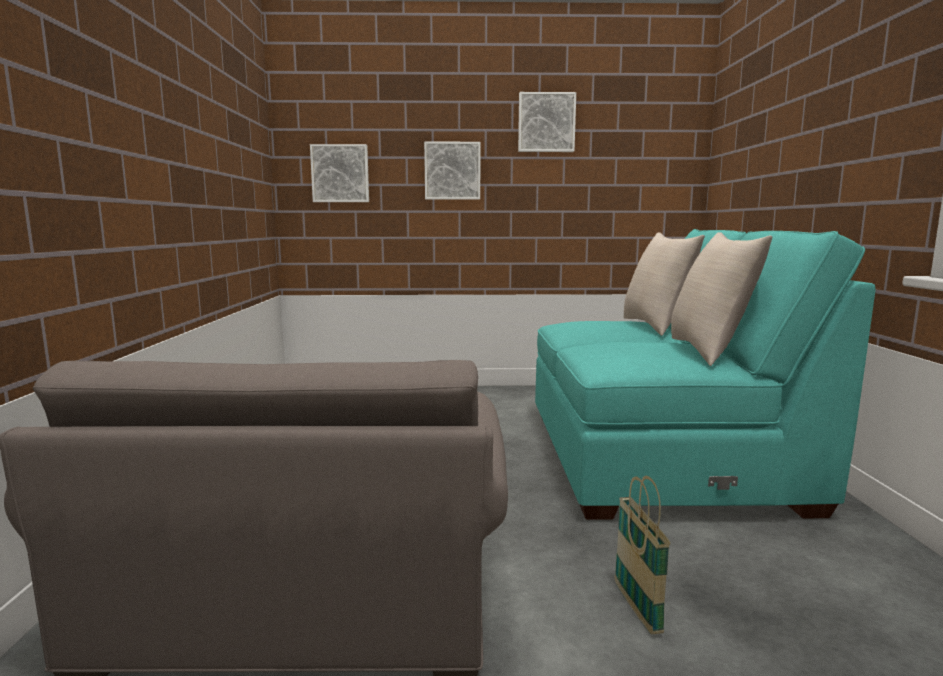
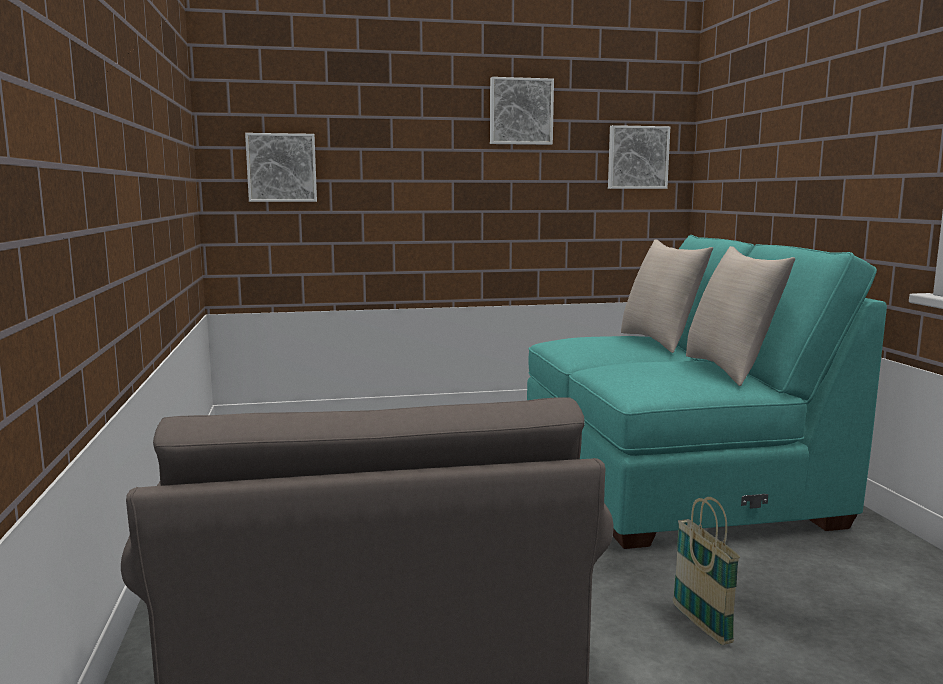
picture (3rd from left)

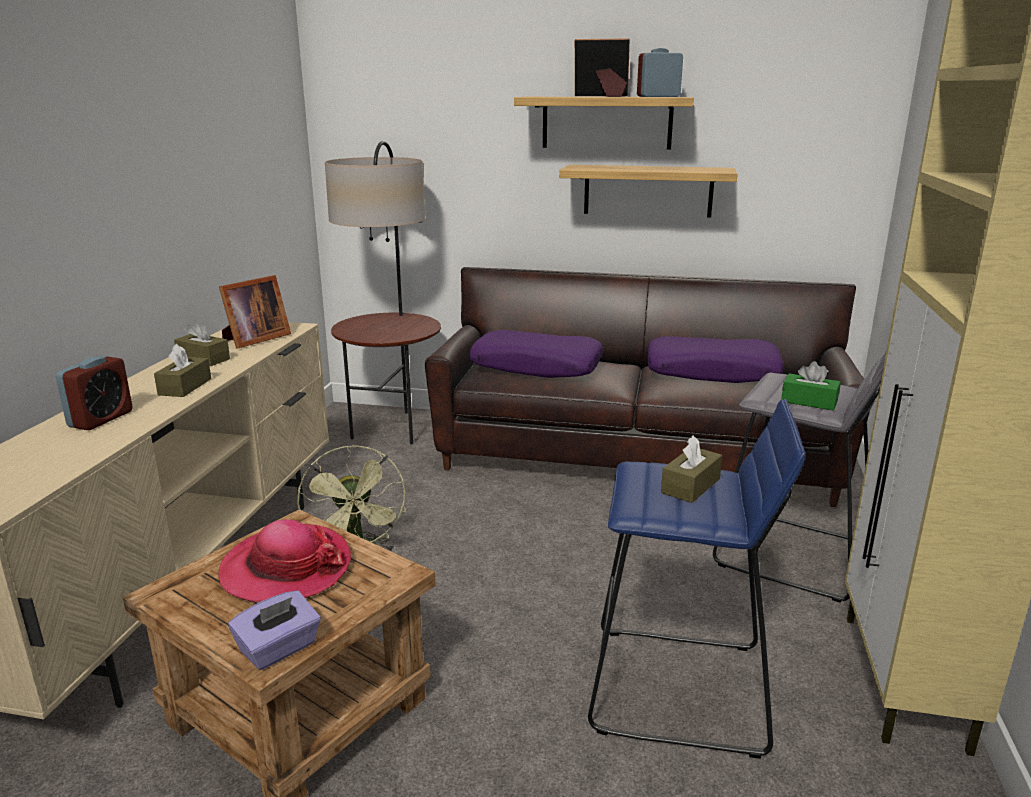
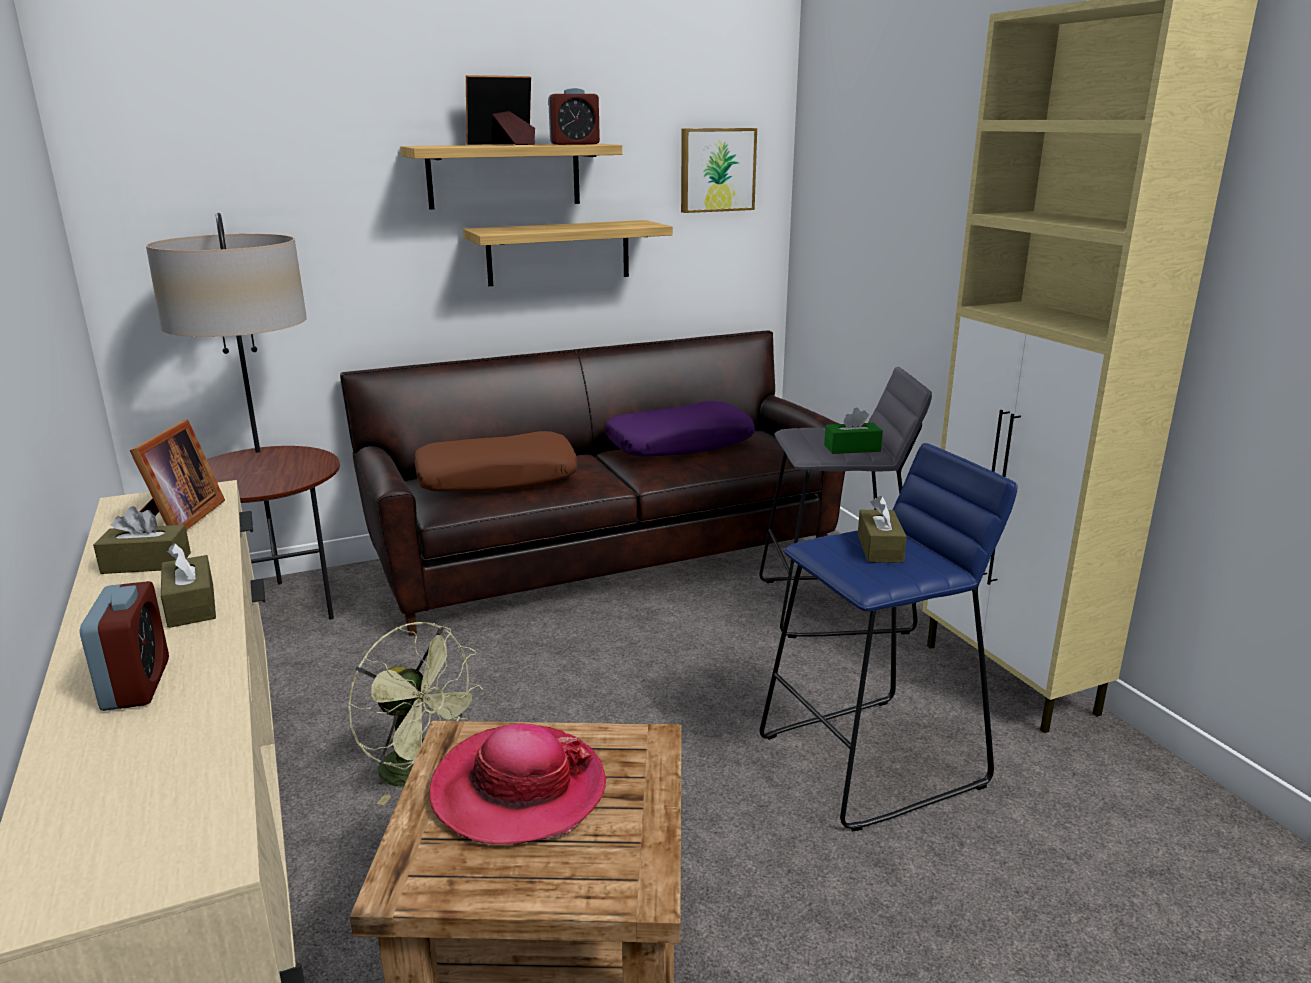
alarm clock (2nd from left); pillow/brown; tissue box/purple; picture

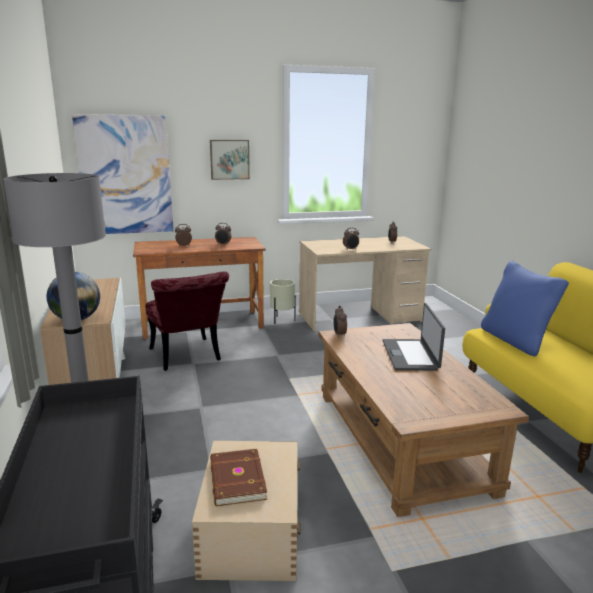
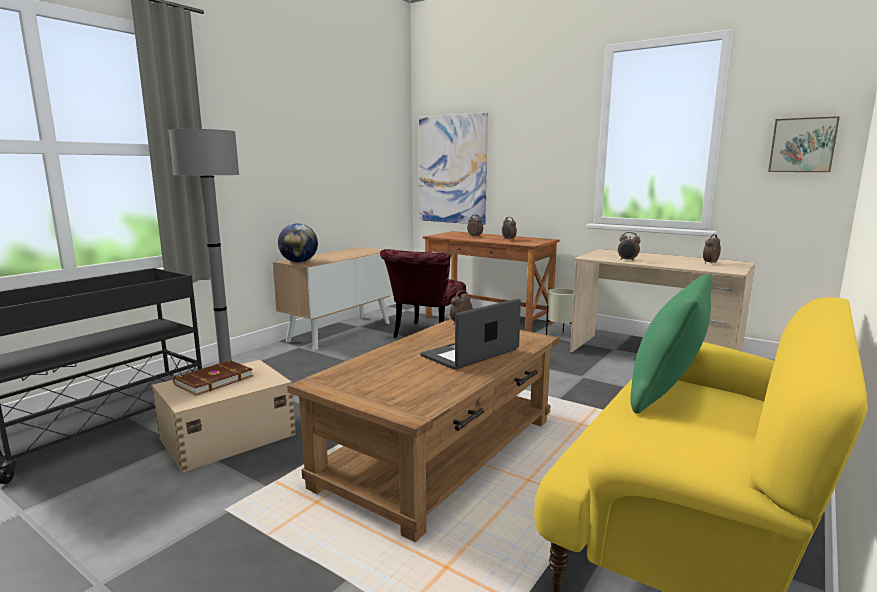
picture (2nd from left); pillow/green

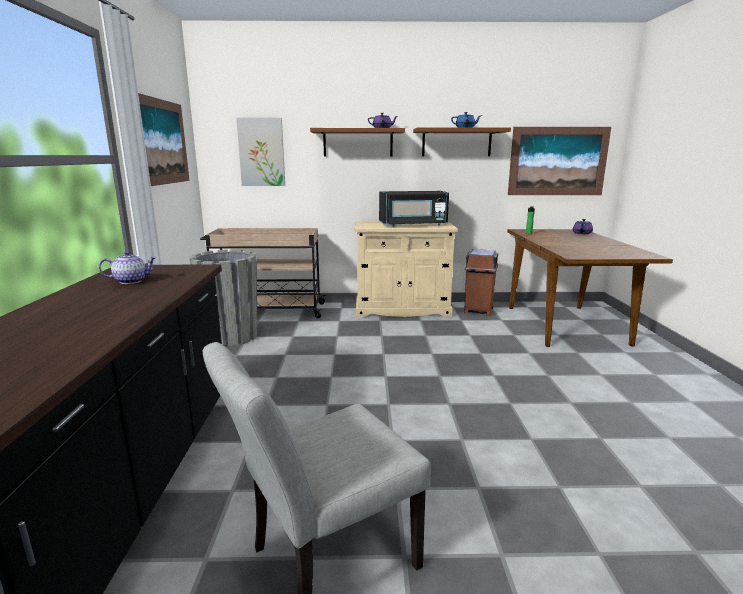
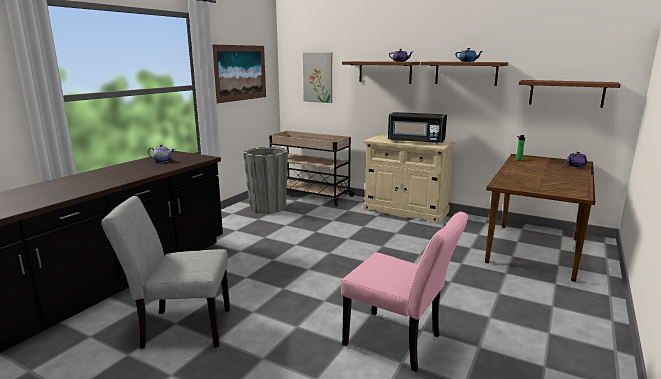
shelf/brown (3rd from left); trash can/brown; chair/pink

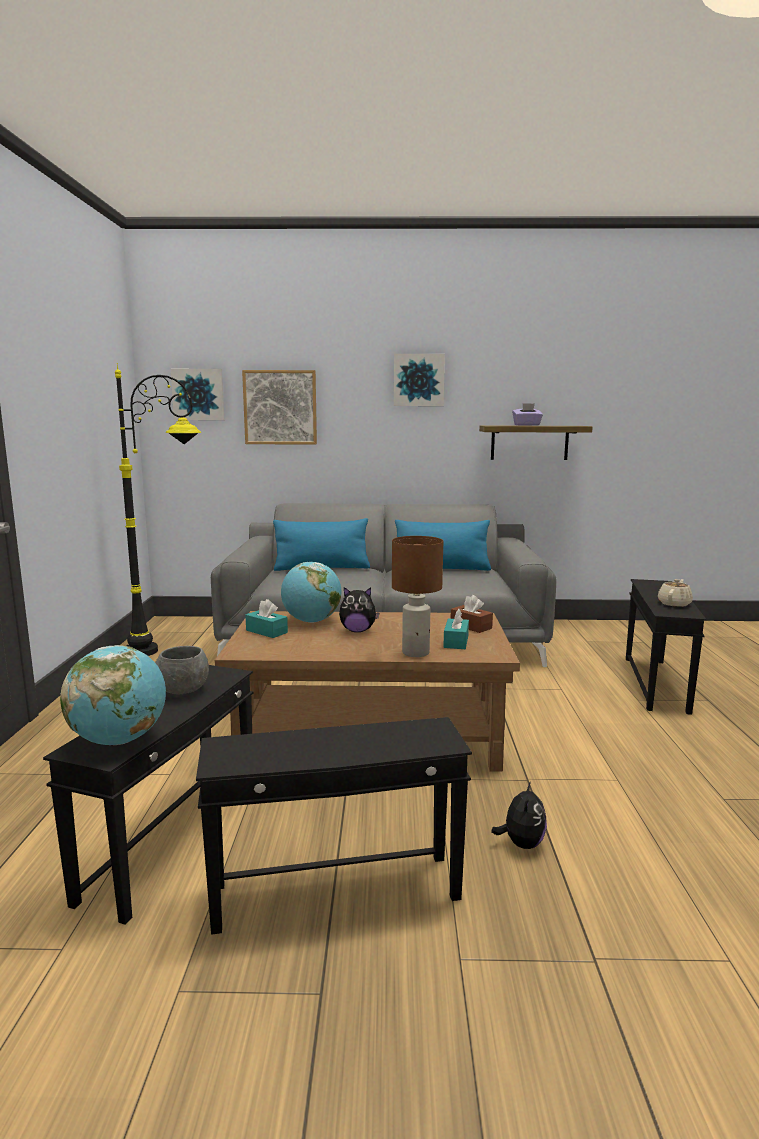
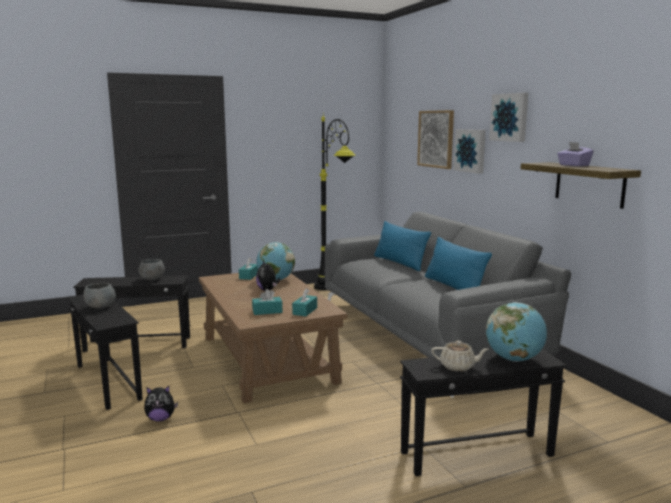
picture (2nd from left); table lamp/brown; tissue box/turquoise (3rd from left); globe (2nd from left); bowl/grey (1st from left)

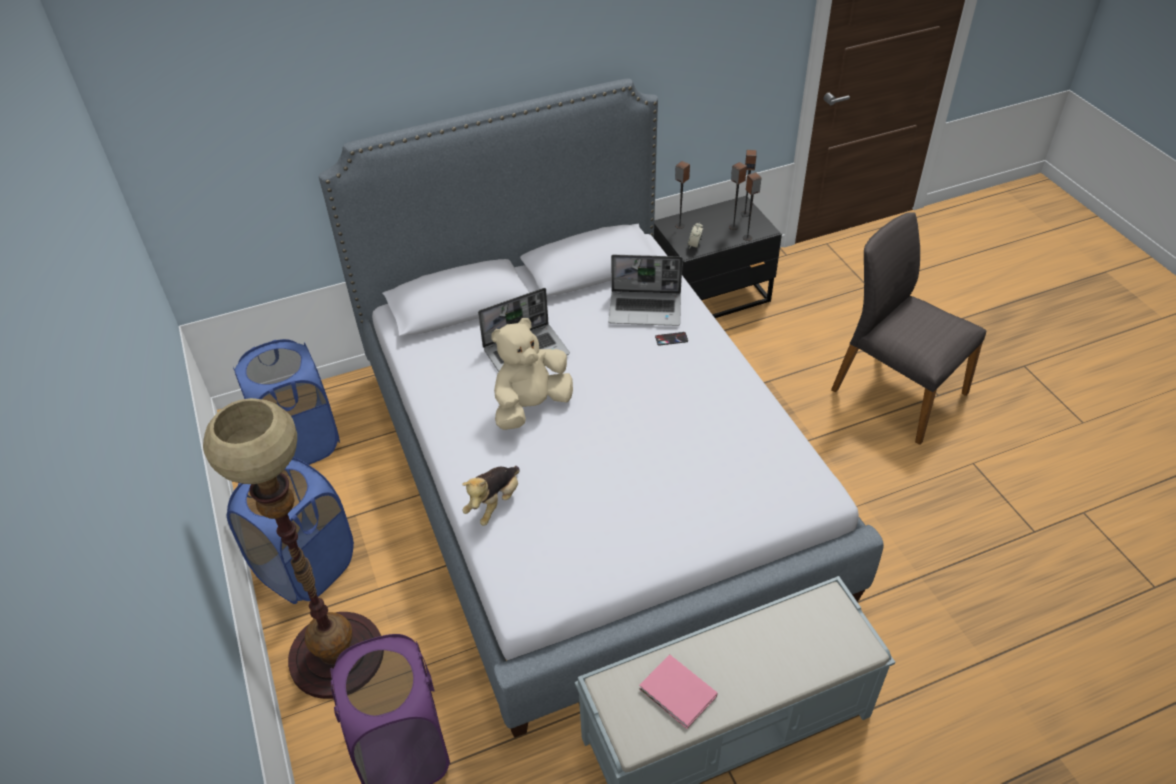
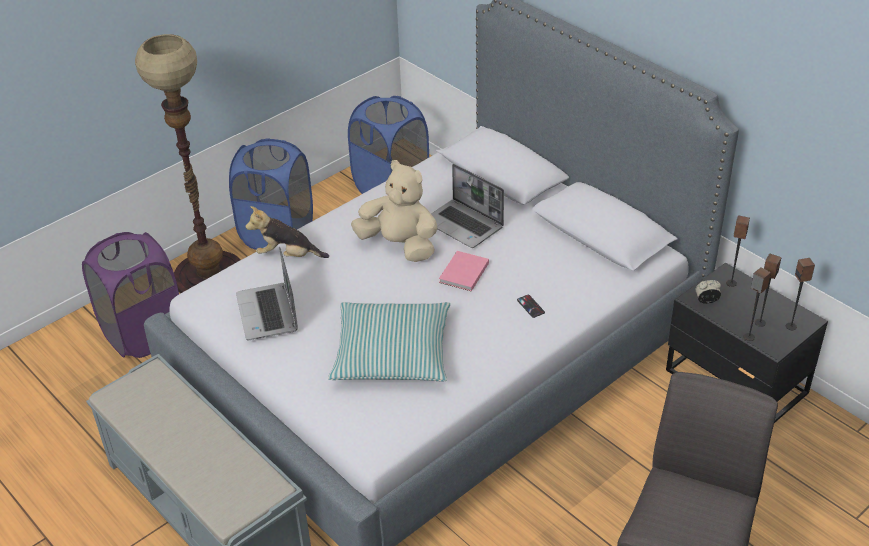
laptop (1st from left); book/pink; pillow

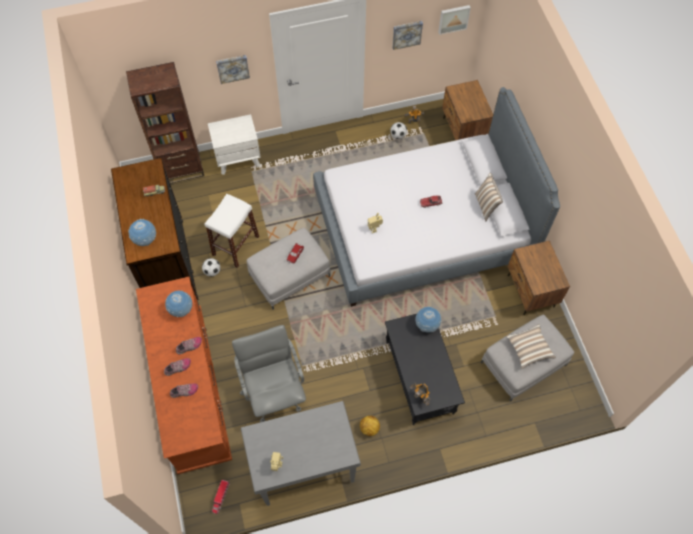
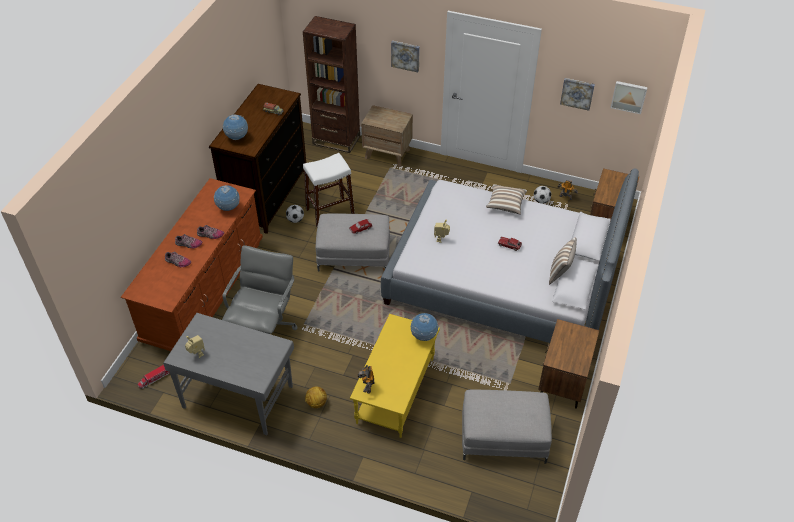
nightstand/brown (1st from left); coffee table/yellow; pillow (1st from left)

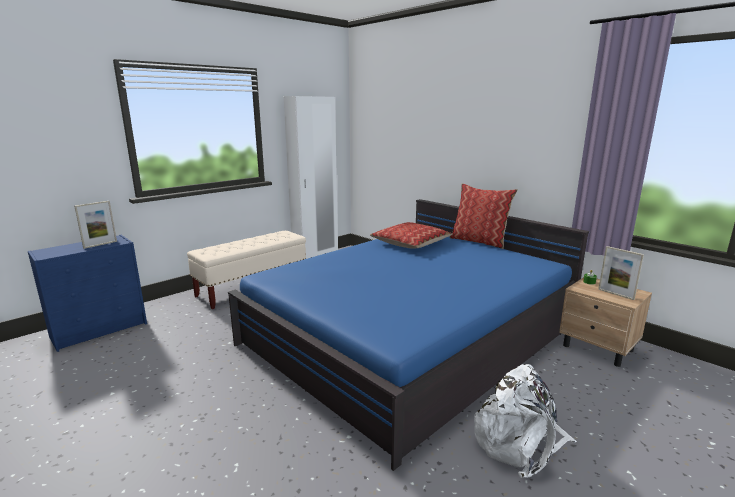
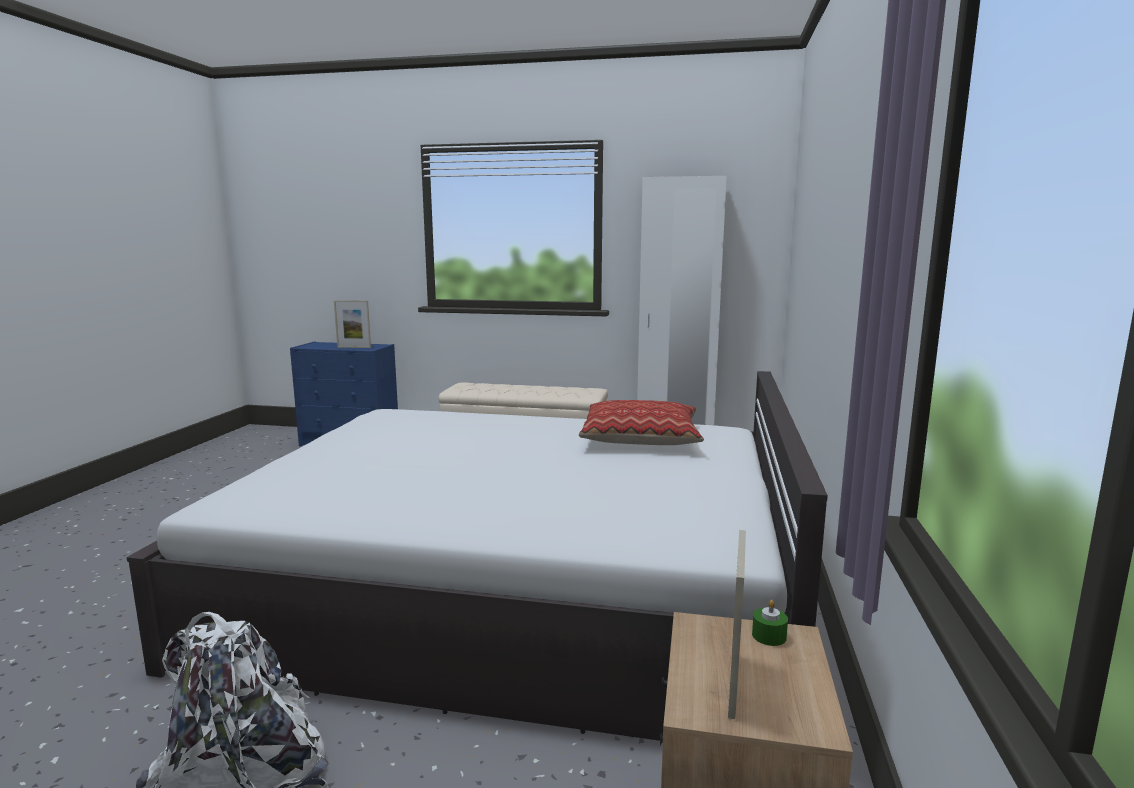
pillow (2nd from left in the first image); bed/white

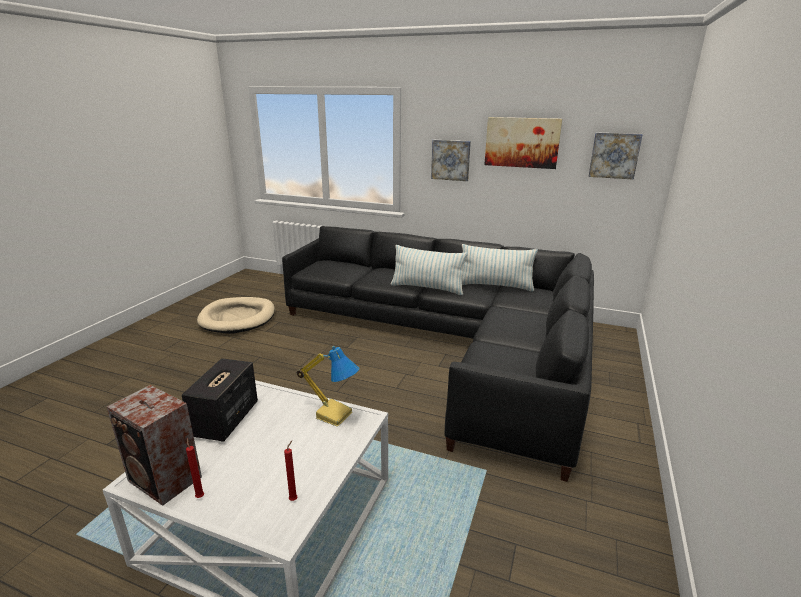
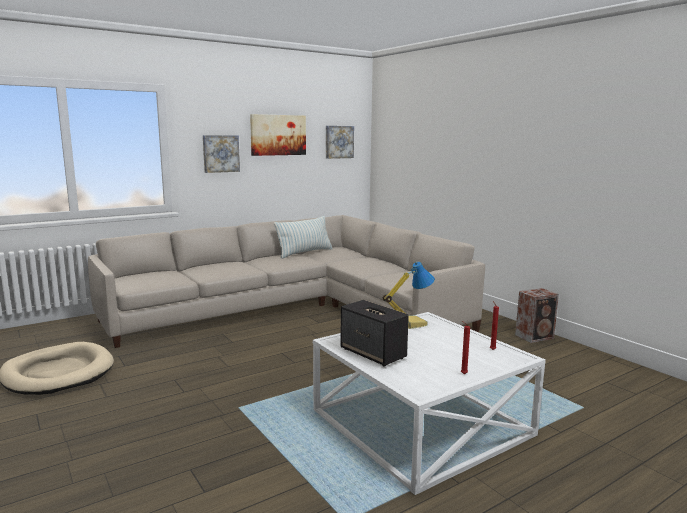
sofa/beige; pillow (1st from left in the first image); speaker (2nd from left)

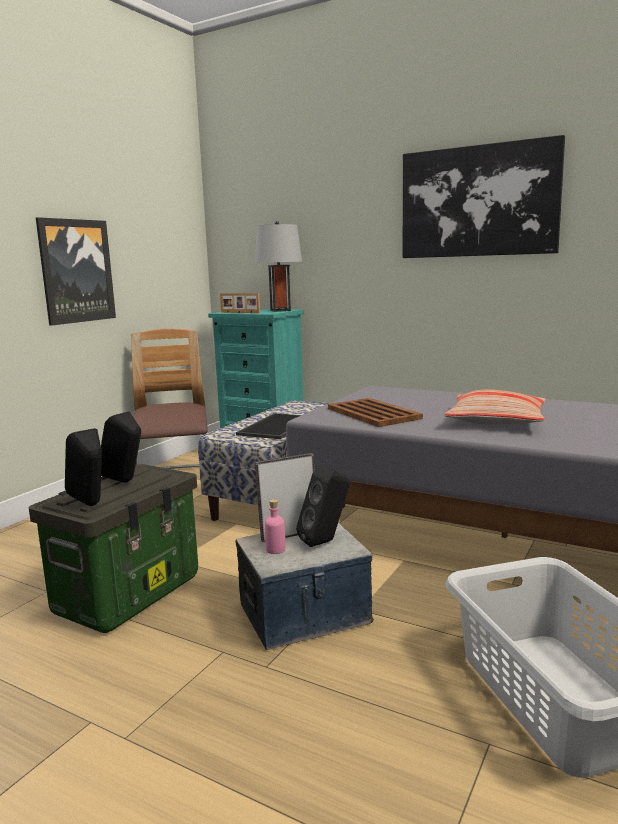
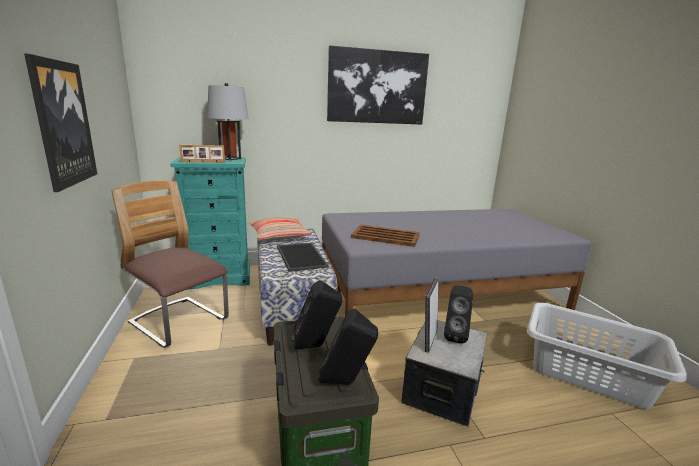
pillow; bottle/pink

